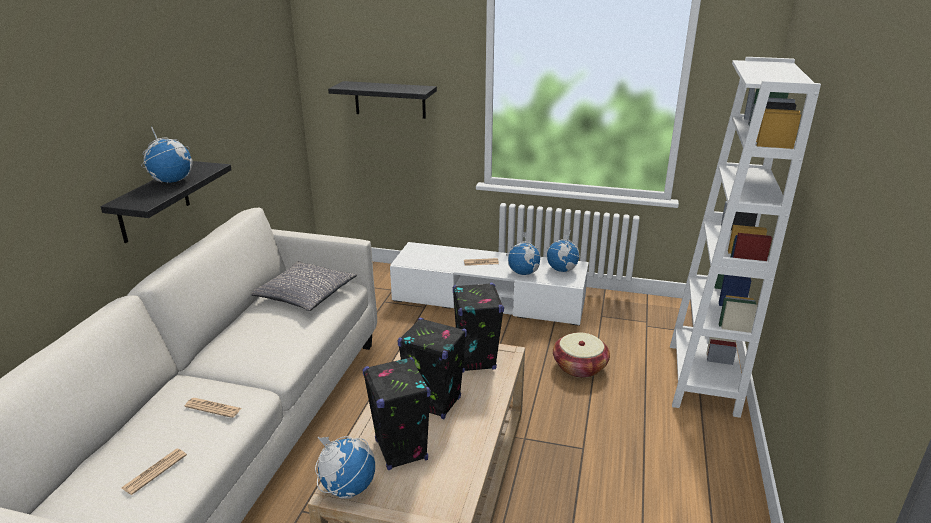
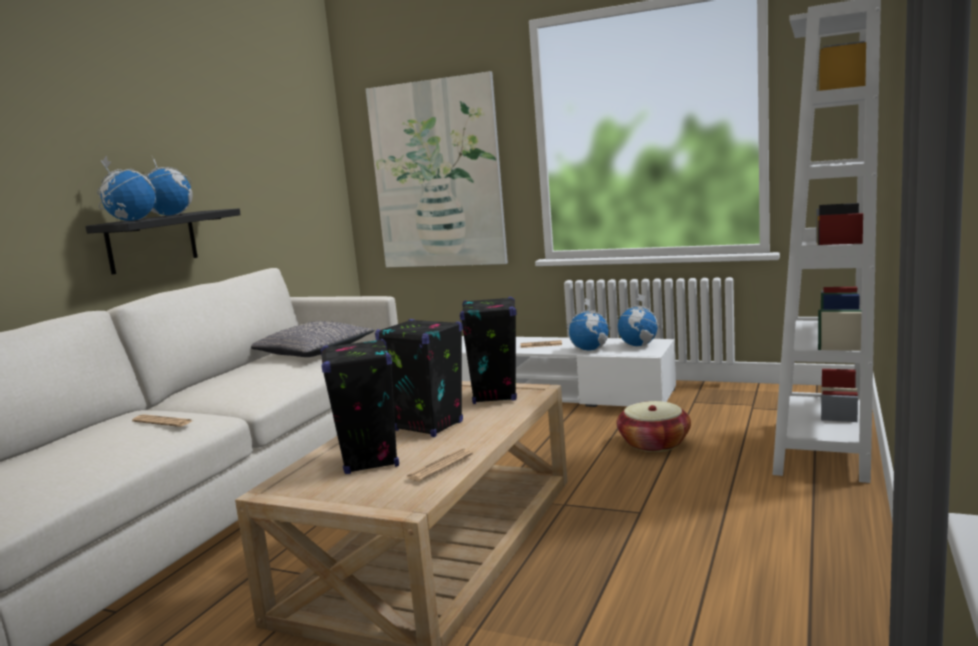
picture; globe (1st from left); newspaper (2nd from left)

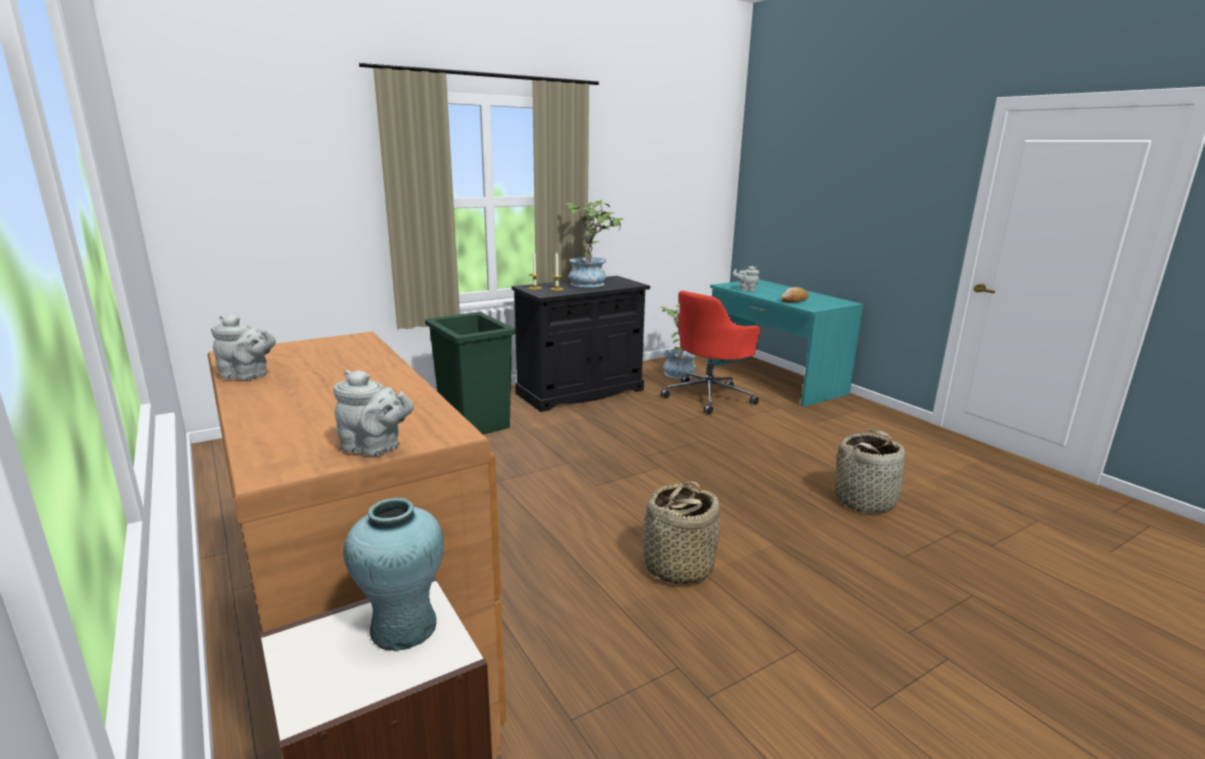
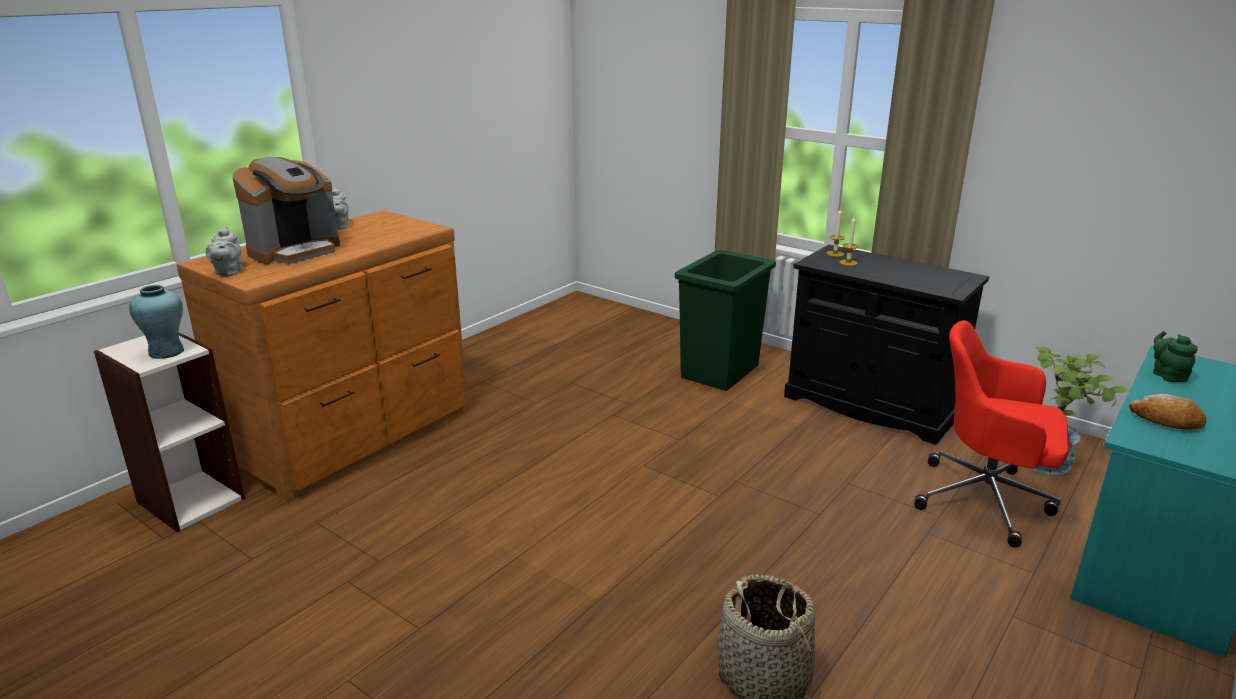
potted plant (1st from left in the first image); teapot/green; basket (1st from left in the first image); coffee machine

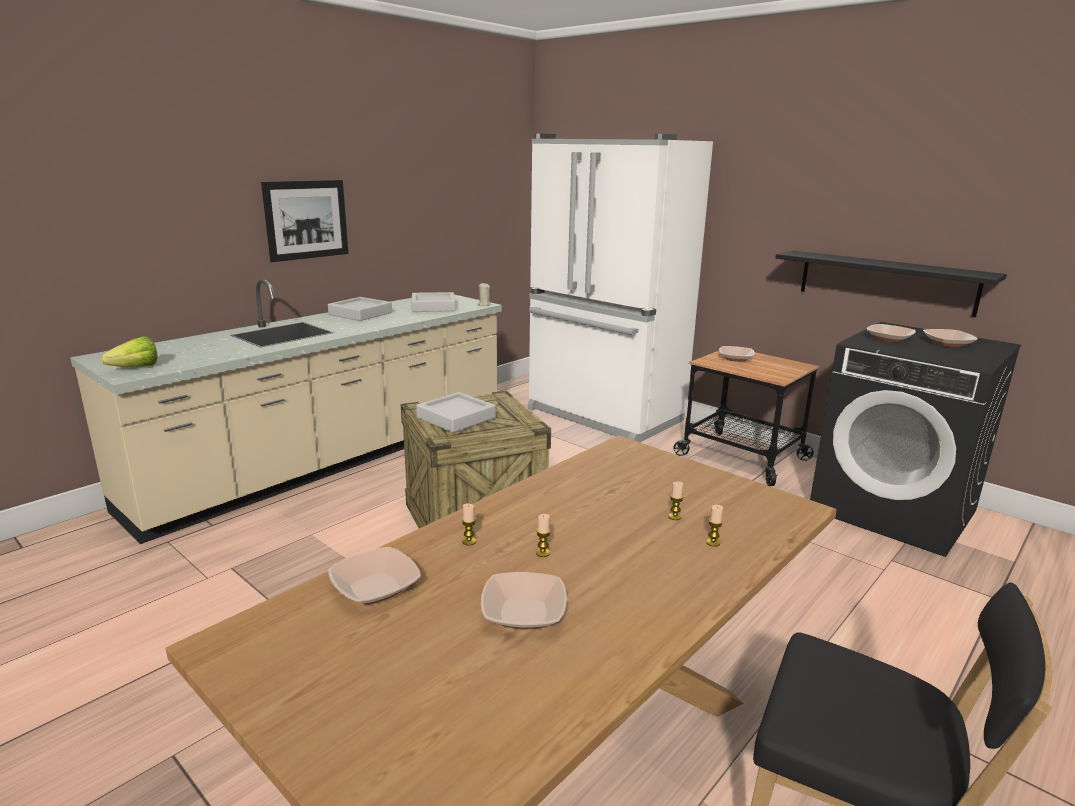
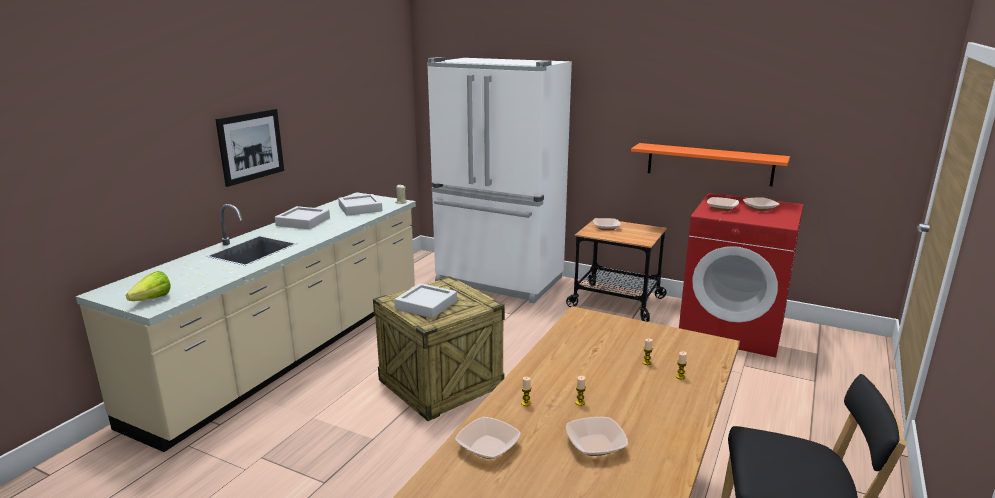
shelf/orange; washing machine/red

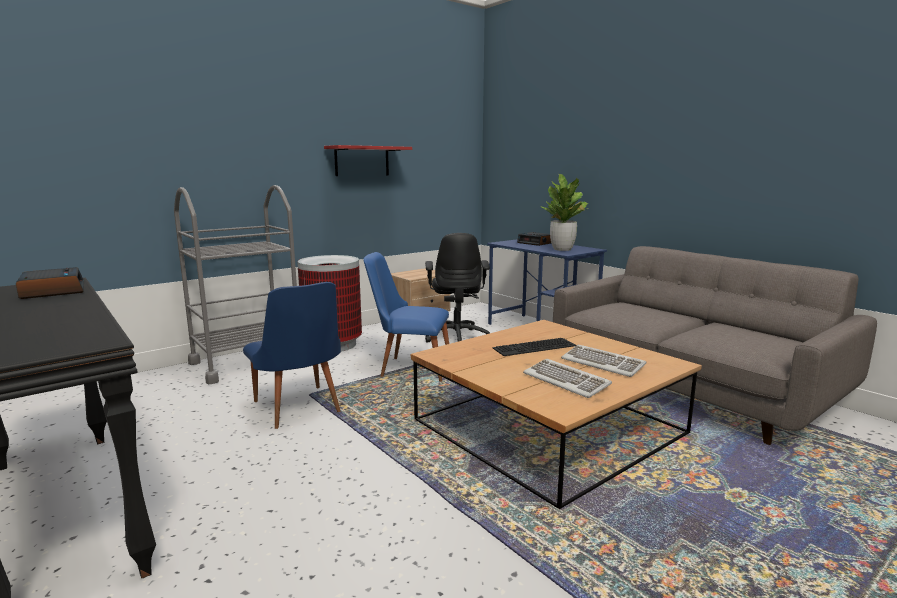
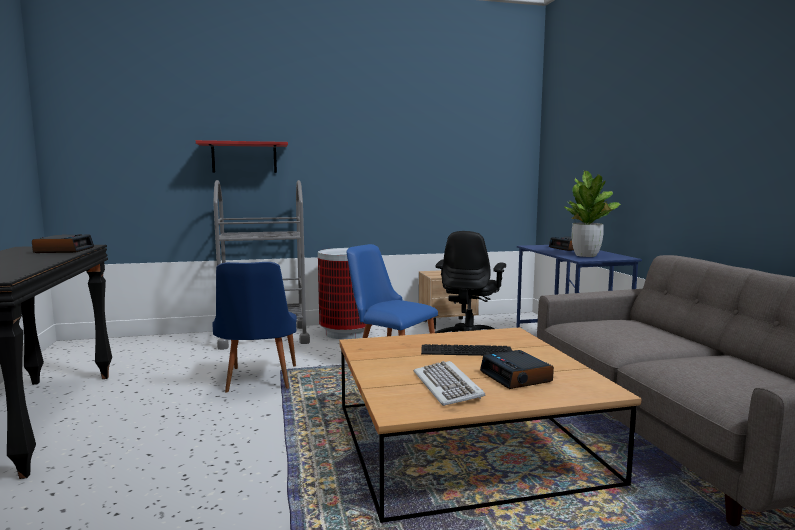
shelf/red; alarm clock (2nd from left)

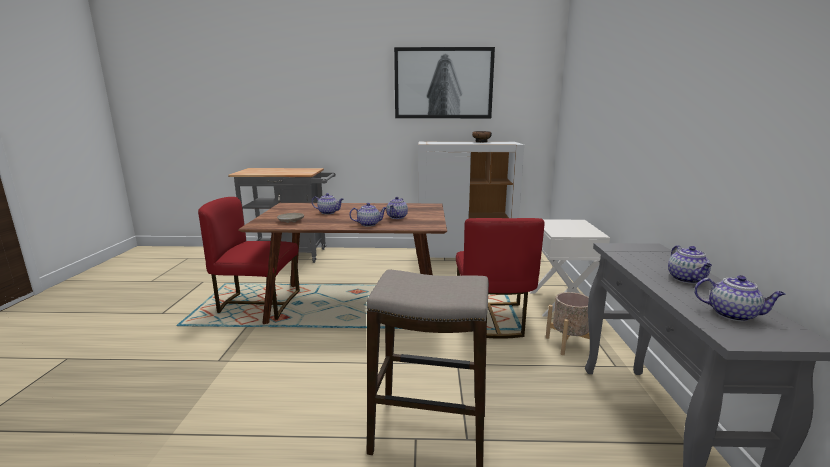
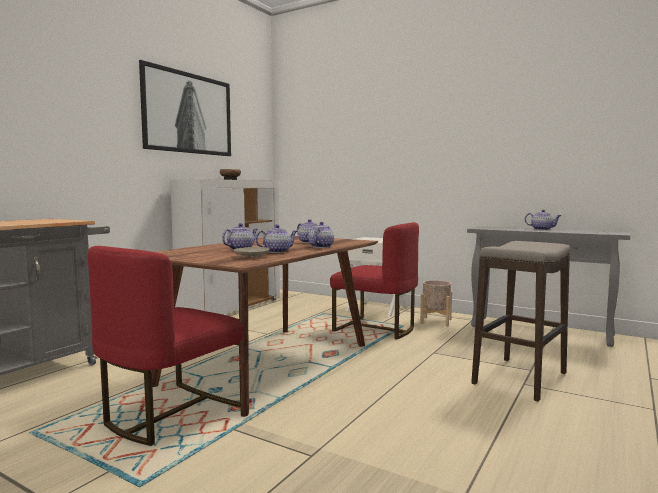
teapot (2nd from left)

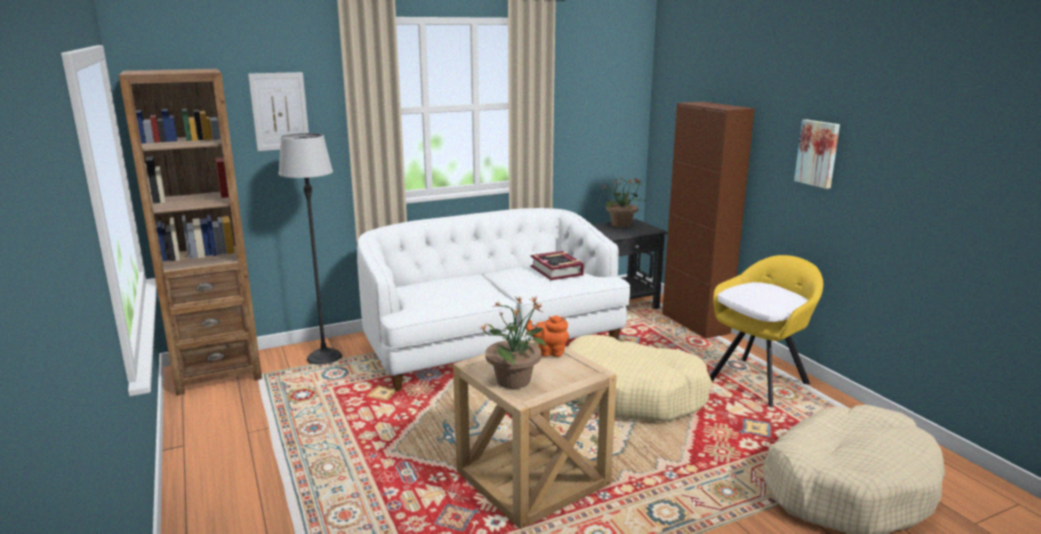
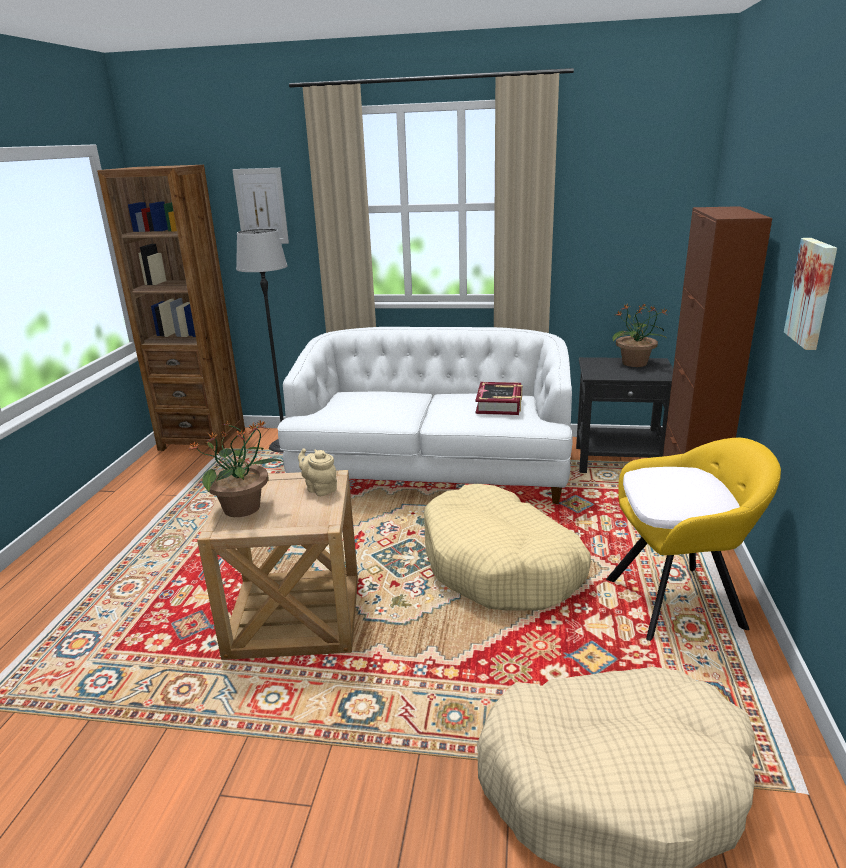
teapot/beige

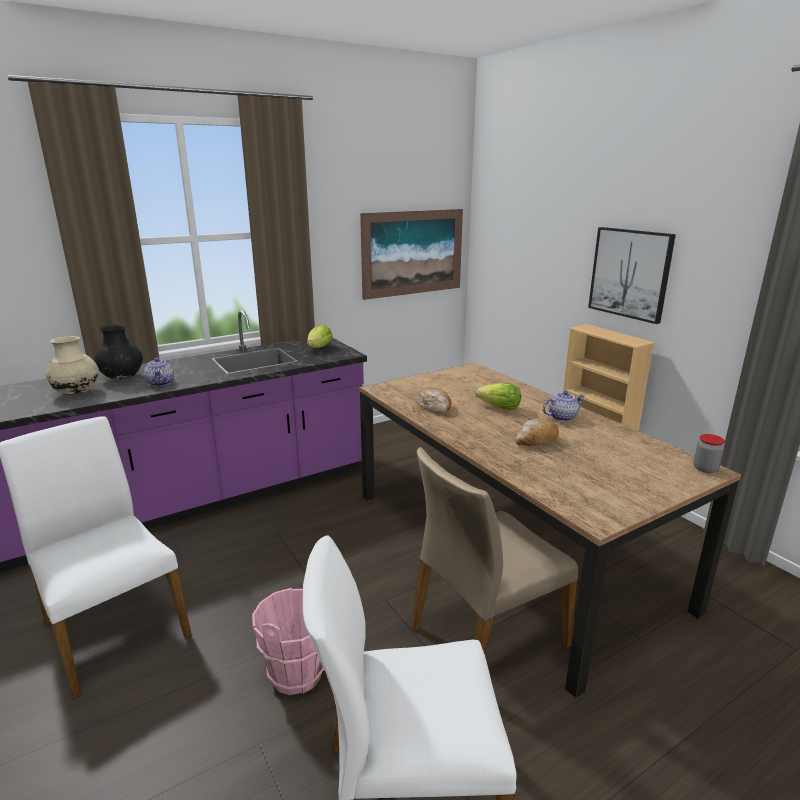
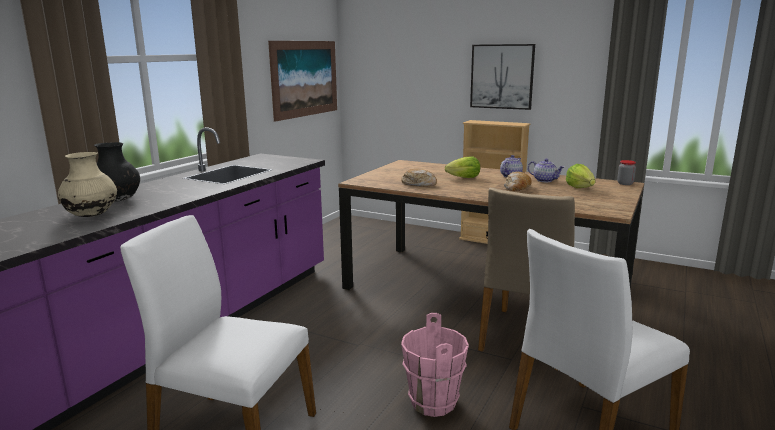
lettuce (2nd from left); teapot (2nd from left)

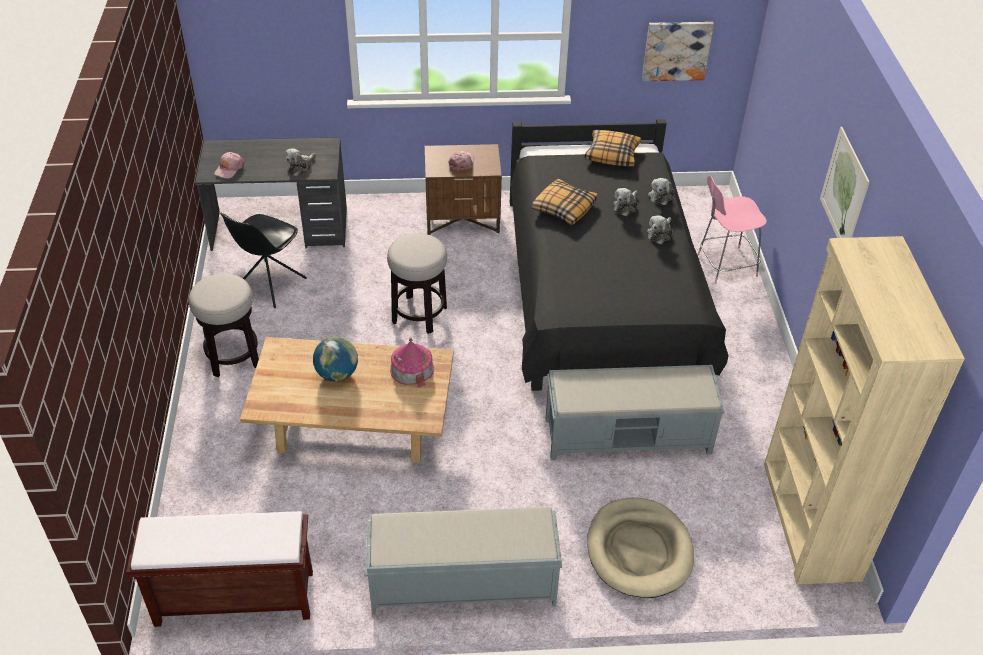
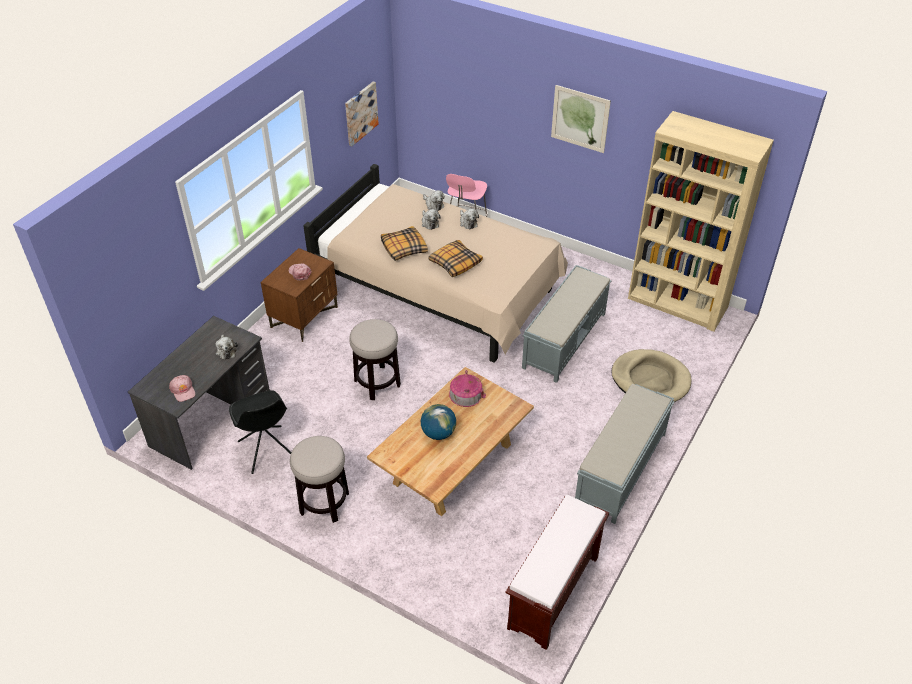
bed/beige; pillow (2nd from left)

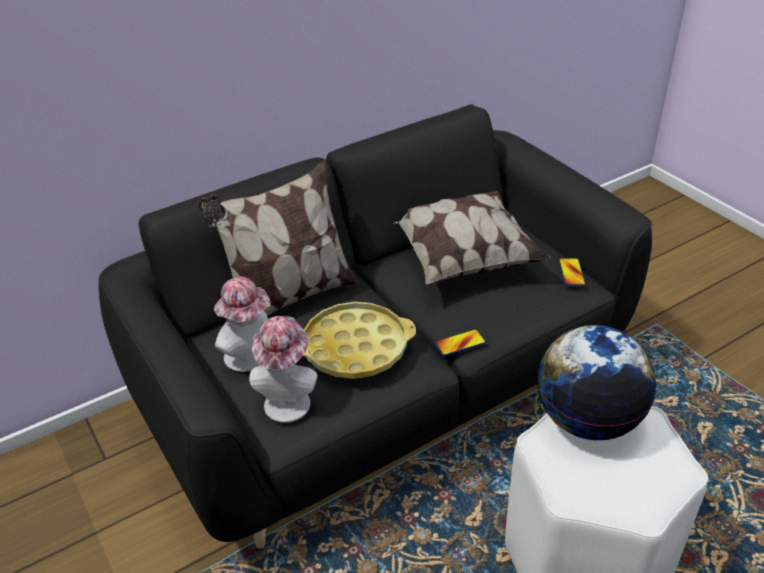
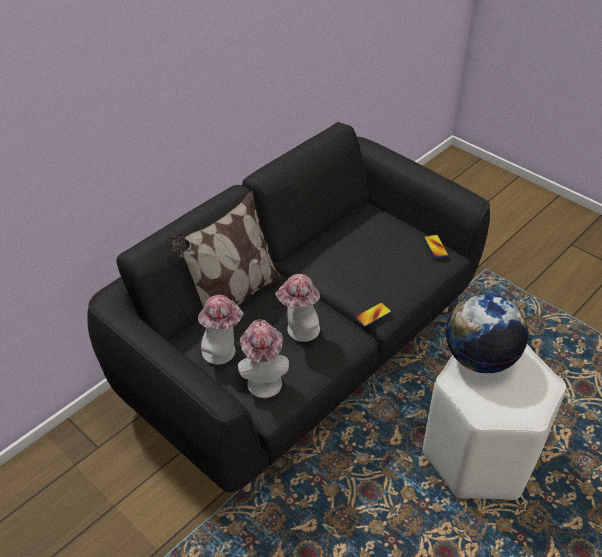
pillow (2nd from left in the first image); hat (3rd from left)

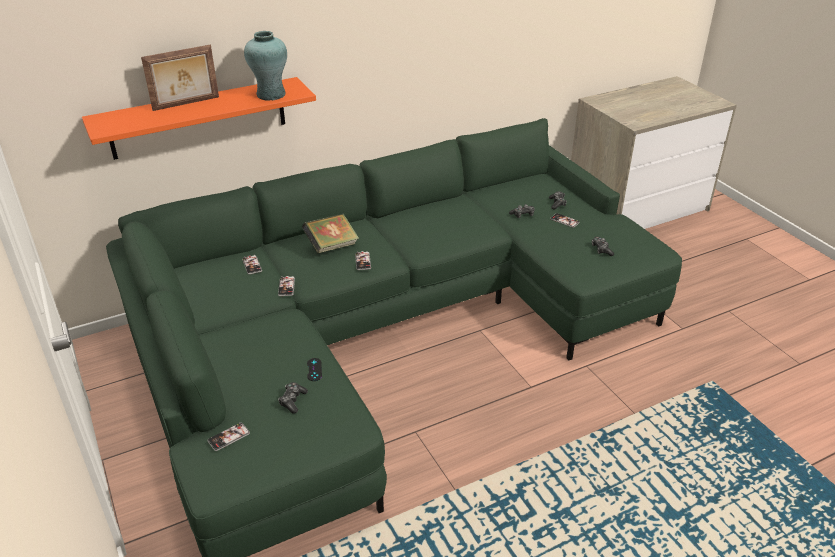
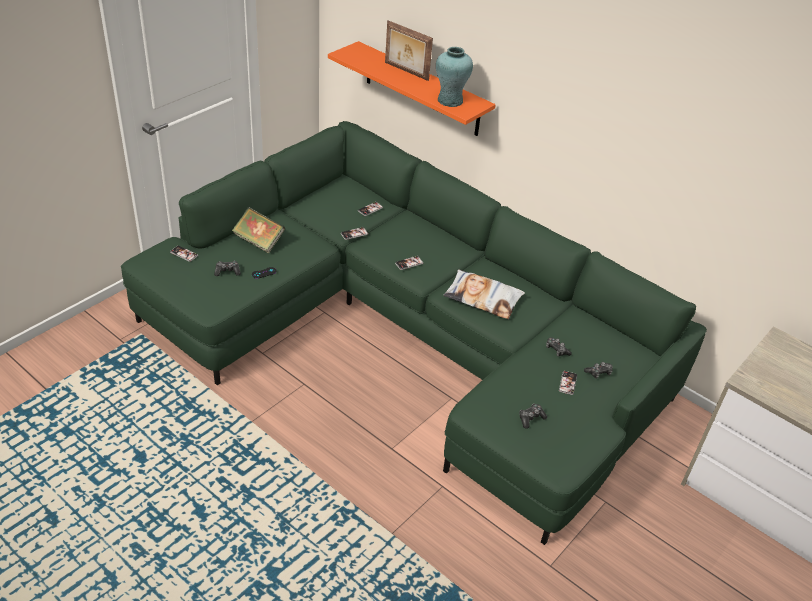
book; pillow

